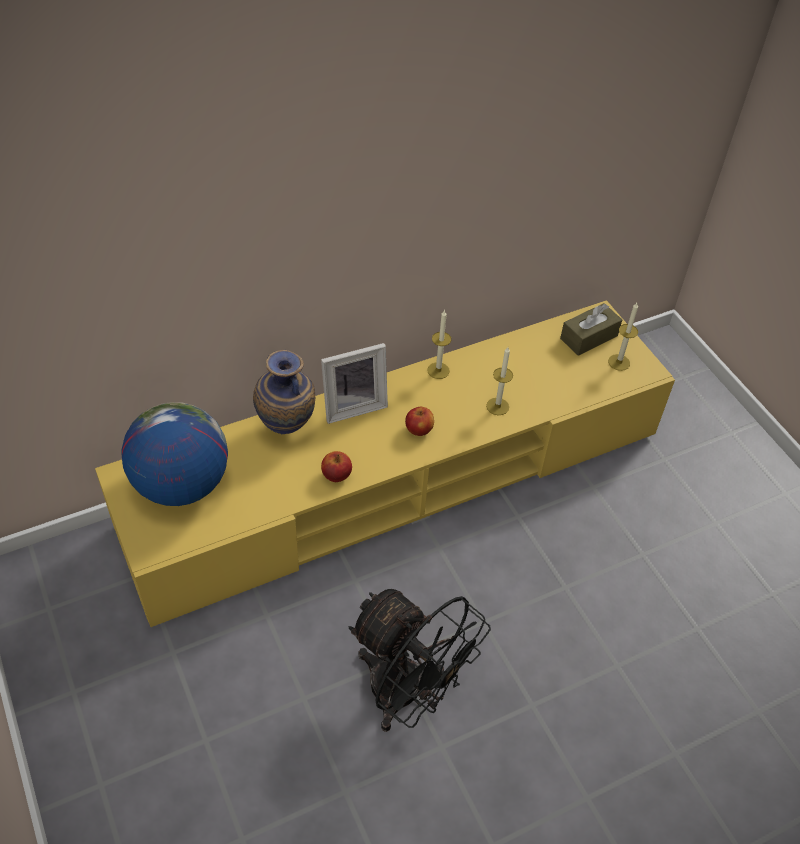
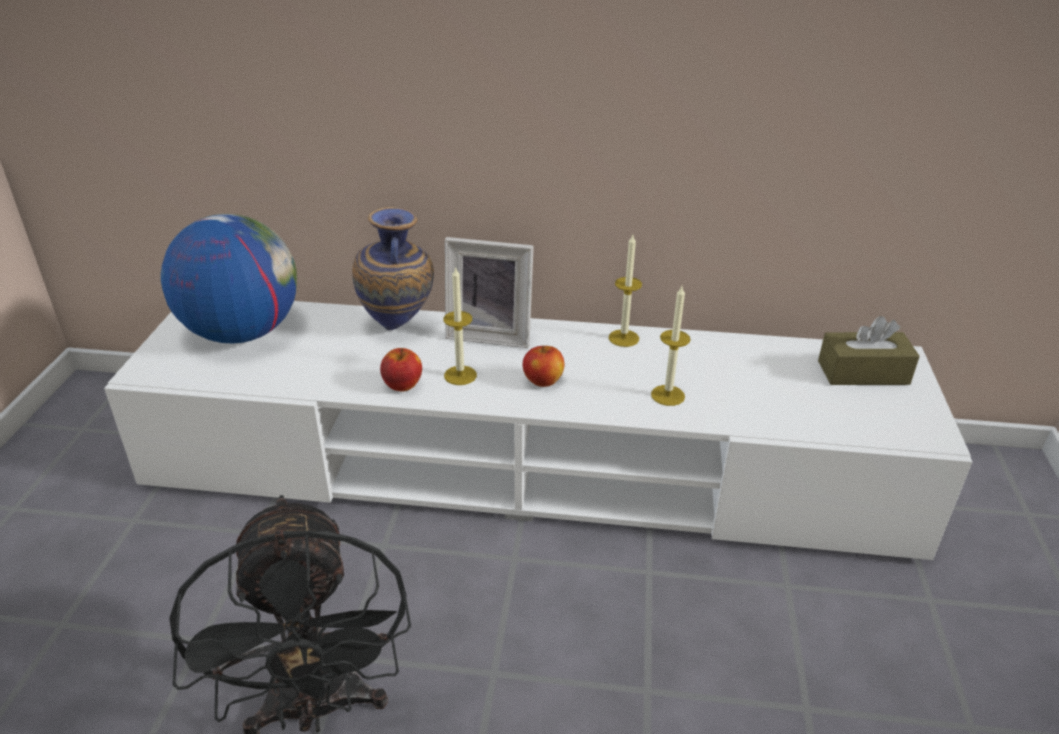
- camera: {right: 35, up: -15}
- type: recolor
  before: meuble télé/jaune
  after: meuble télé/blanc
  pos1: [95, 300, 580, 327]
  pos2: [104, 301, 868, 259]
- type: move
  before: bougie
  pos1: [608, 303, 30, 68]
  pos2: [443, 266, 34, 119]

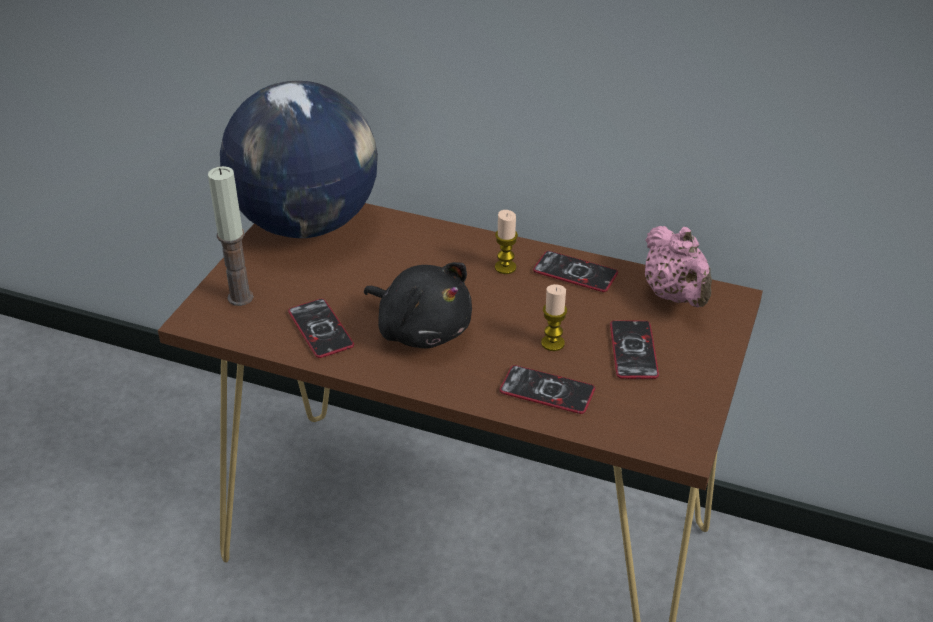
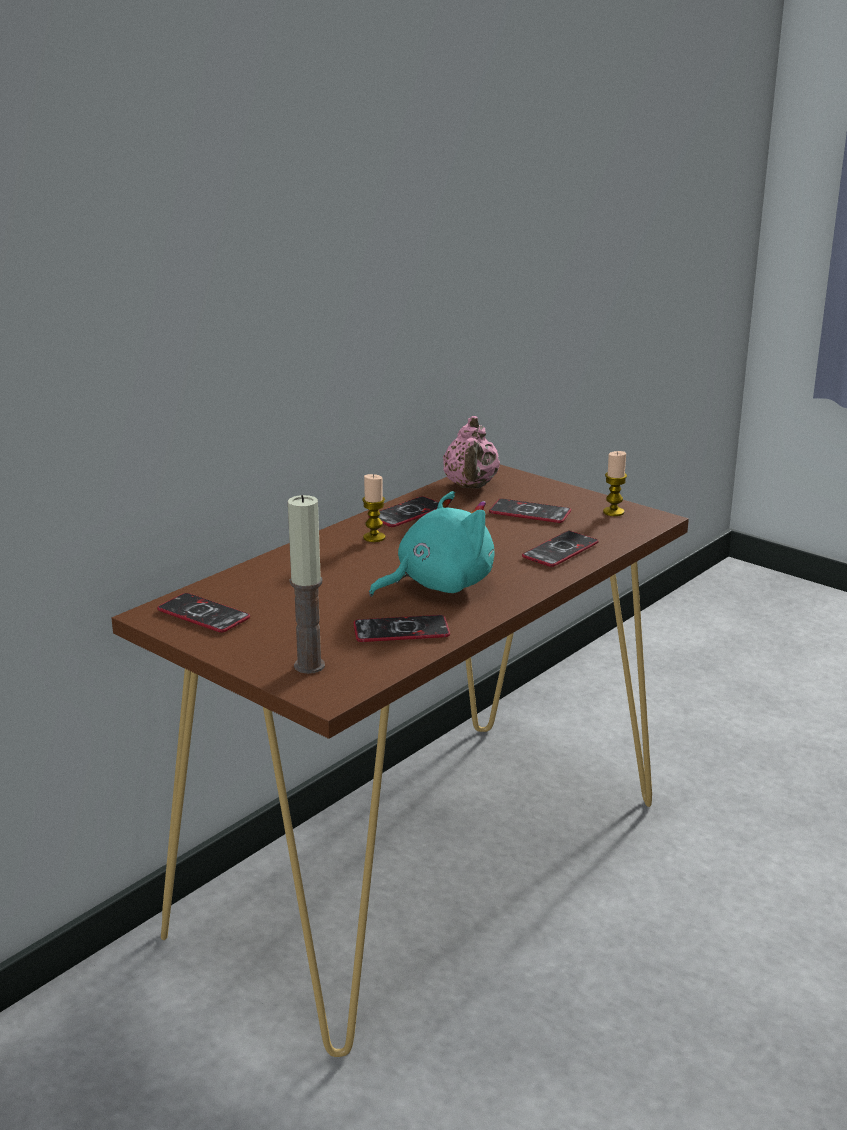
- camera: {right: -70, up: -15}
- type: replace
  before: globe
  after: téléphone
  pos1: [220, 81, 158, 157]
  pos2: [157, 593, 93, 40]
- type: rotate
  before: théière/rose
  pos1: [645, 226, 67, 81]
  pos2: [443, 416, 57, 72]
  turn: 90
- type: recolor
  before: peluche/noir
  after: peluche/turquoise
  pos1: [364, 262, 108, 87]
  pos2: [369, 491, 126, 106]
- type: move
  before: bougie
  pos1: [541, 284, 26, 67]
  pos2: [603, 451, 24, 65]

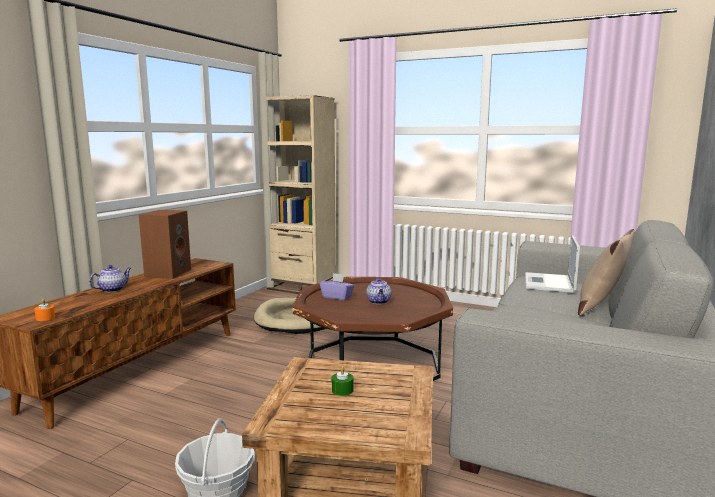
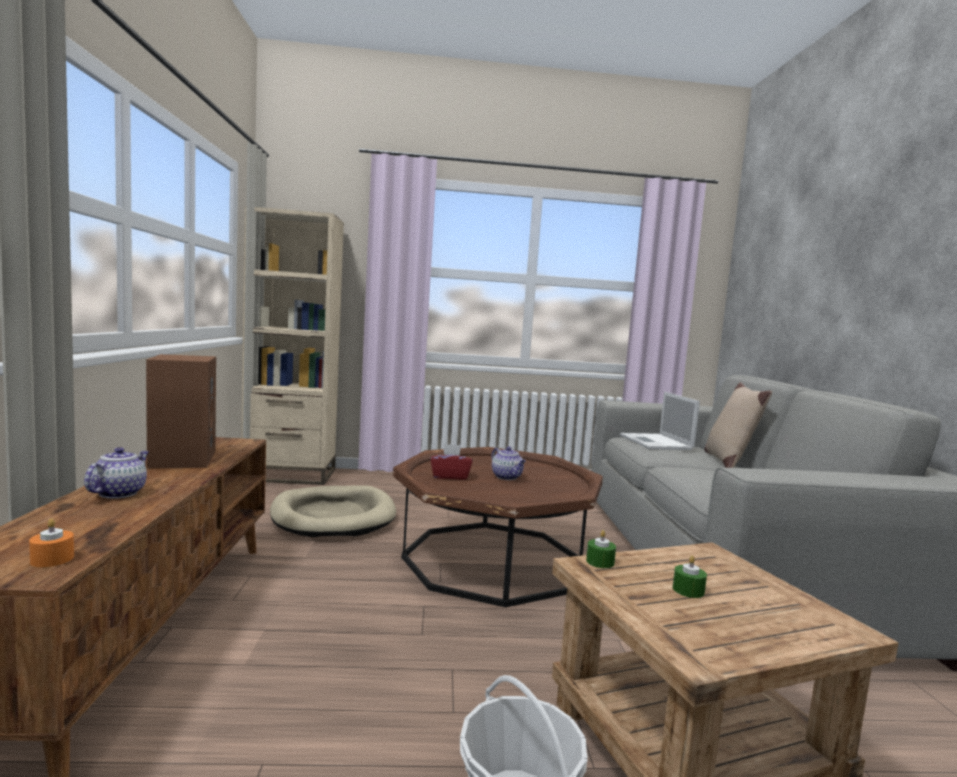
- camera: {right: -30, up: -5}
- type: recolor
  before: boîte à mouchoirs/violet
  after: boîte à mouchoirs/rouge
  pos1: [320, 273, 34, 28]
  pos2: [430, 444, 43, 36]
- type: insert
  after: bougie/vert
  pos2: [586, 530, 30, 38]

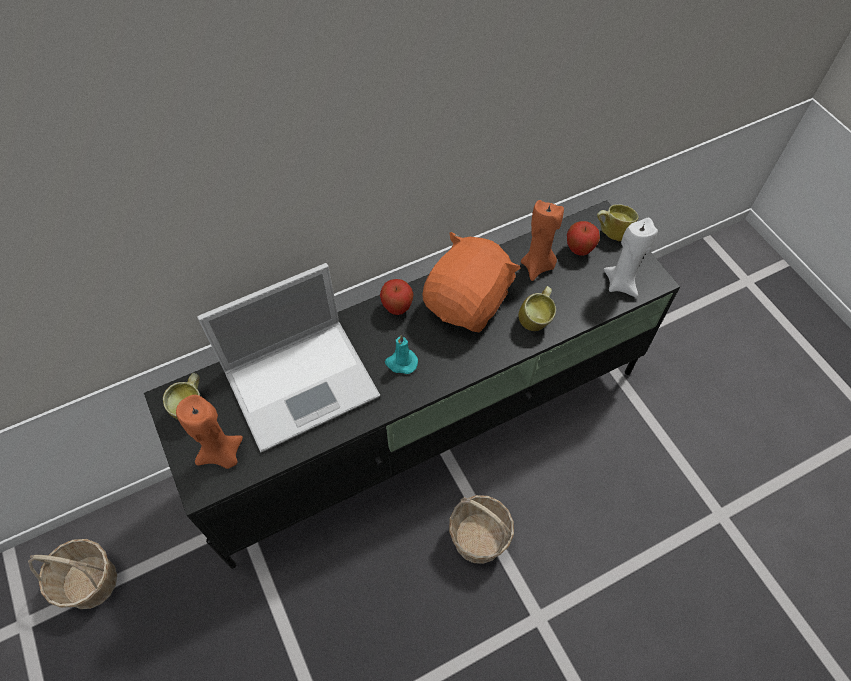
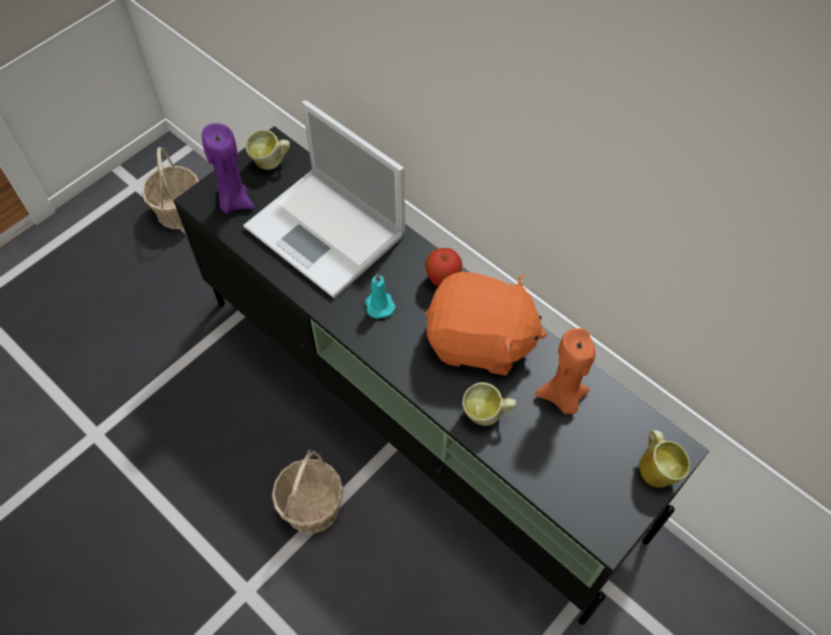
- camera: {right: 70, up: 0}
- type: delete
  before: bougie/blanc
  pos1: [604, 218, 54, 79]
- type: delete
  before: pomme
  pos1: [567, 221, 33, 35]
- type: recolor
  before: bougie/orange
  after: bougie/violet
  pos1: [176, 395, 67, 74]
  pos2: [202, 123, 52, 91]

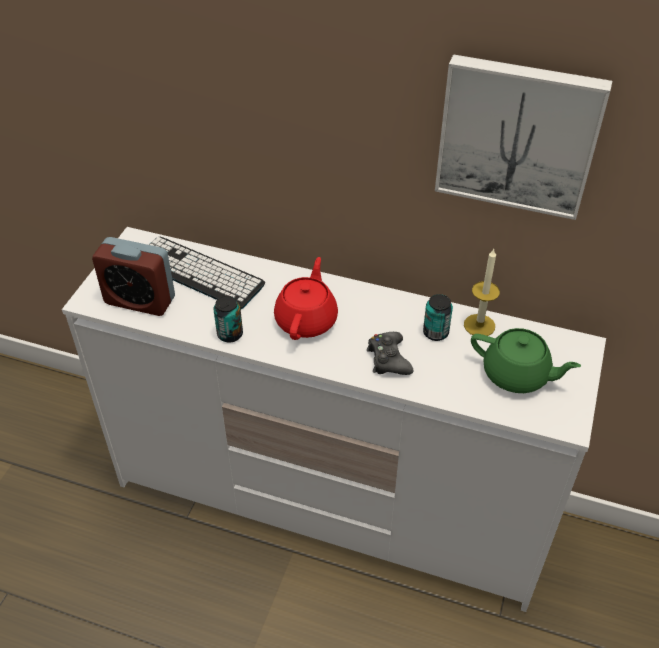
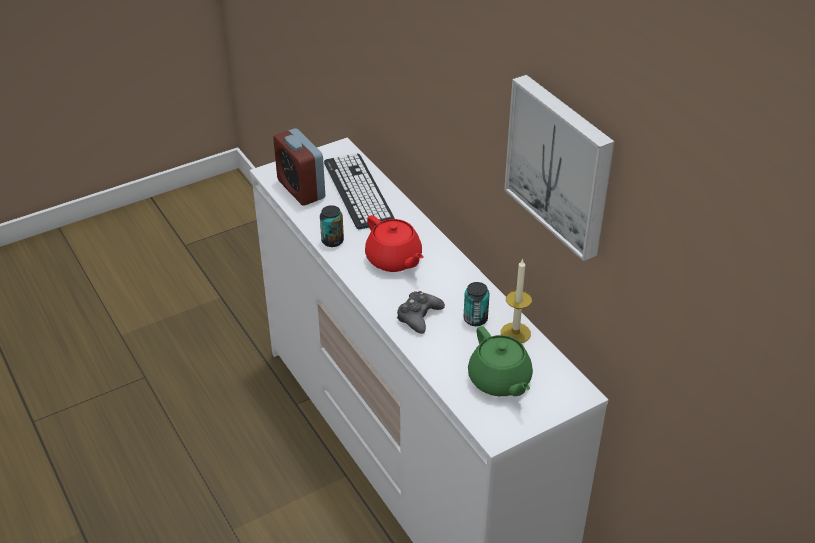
- camera: {right: 40, up: -5}
- type: rotate
  before: théière/rouge
  pos1: [274, 257, 64, 83]
  pos2: [365, 215, 59, 57]
  turn: 90

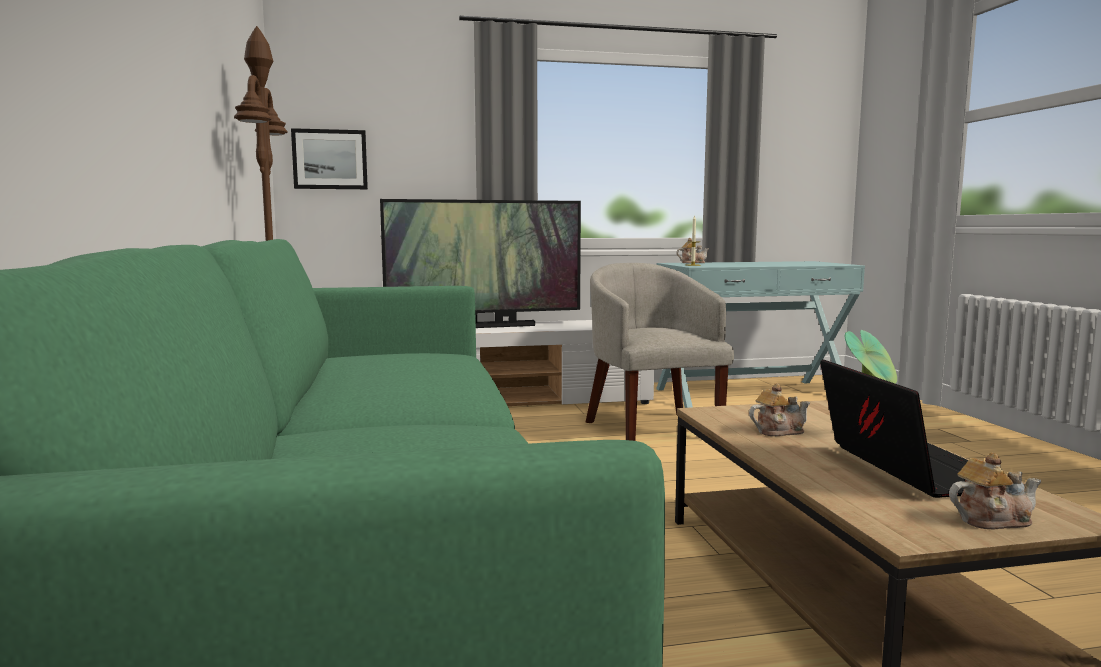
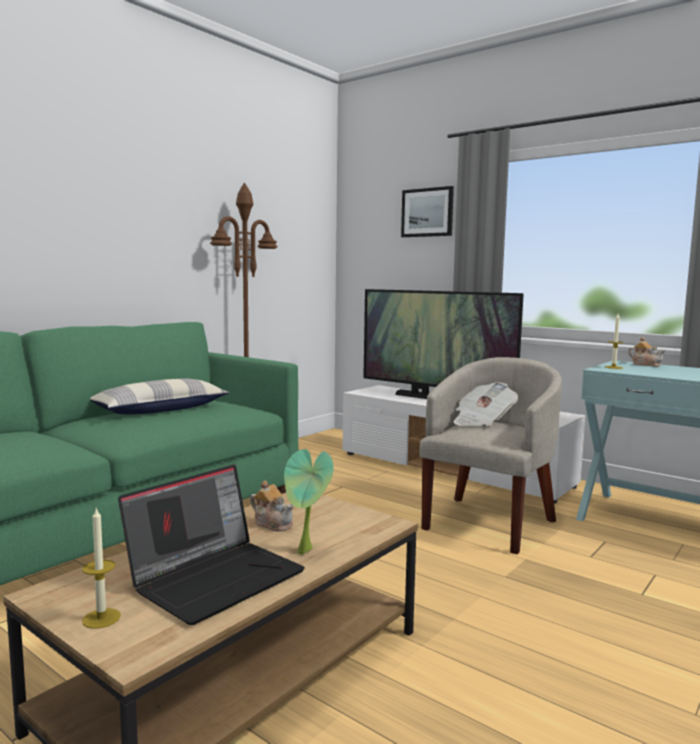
- camera: {right: 50, up: 0}
- type: move
  before: tableau
  pos1: [291, 128, 77, 61]
  pos2: [401, 186, 53, 51]
- type: replace
  before: théière
  after: bougie
  pos1: [949, 453, 92, 76]
  pos2: [82, 507, 39, 122]
- type: insert
  after: coussin
  pos2: [90, 379, 140, 36]
- type: insert
  after: journal
  pos2: [454, 382, 64, 44]

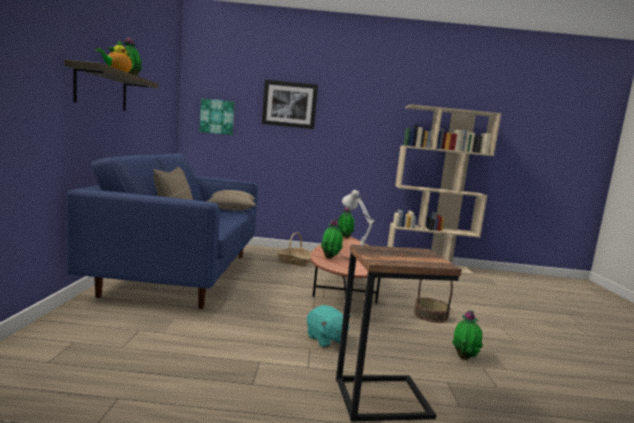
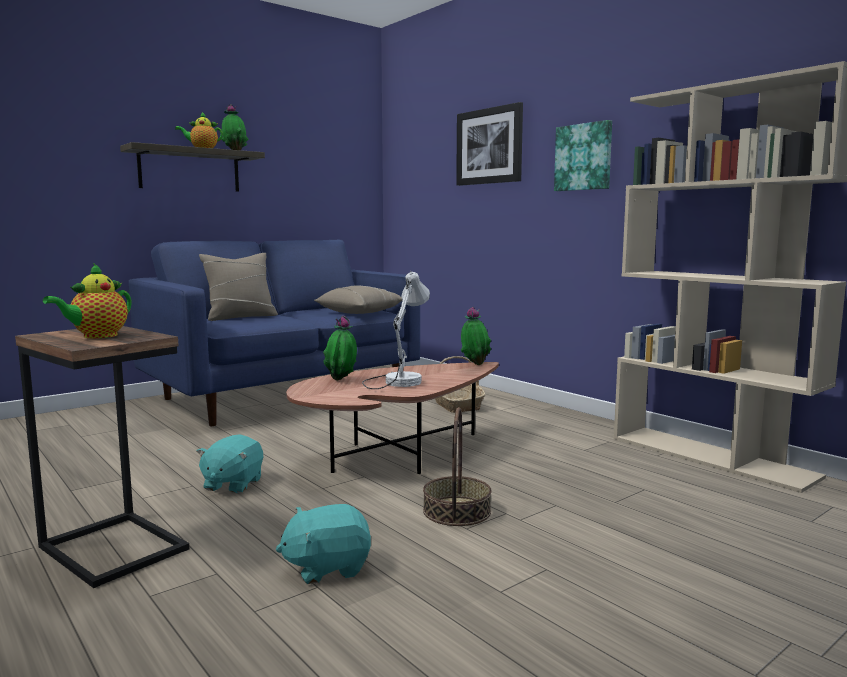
- camera: {right: 50, up: 0}
- type: move
  before: tableau
  pos1: [199, 98, 36, 37]
  pos2: [554, 120, 58, 71]
- type: replace
  before: plante en pot
  after: peluche/turquoise
  pos1: [452, 311, 31, 49]
  pos2: [276, 504, 95, 80]
- type: insert
  after: théière
  pos2: [43, 263, 88, 75]

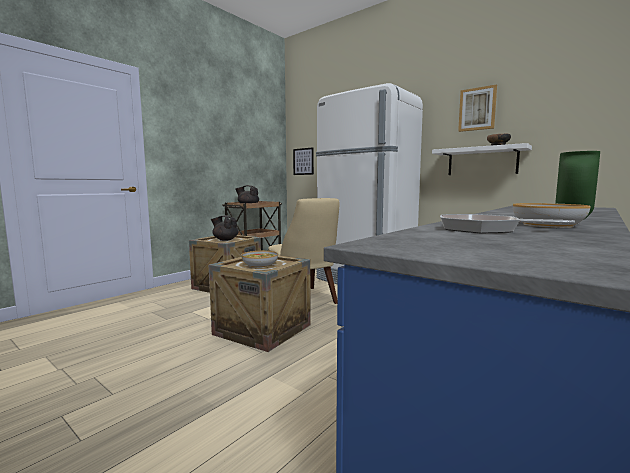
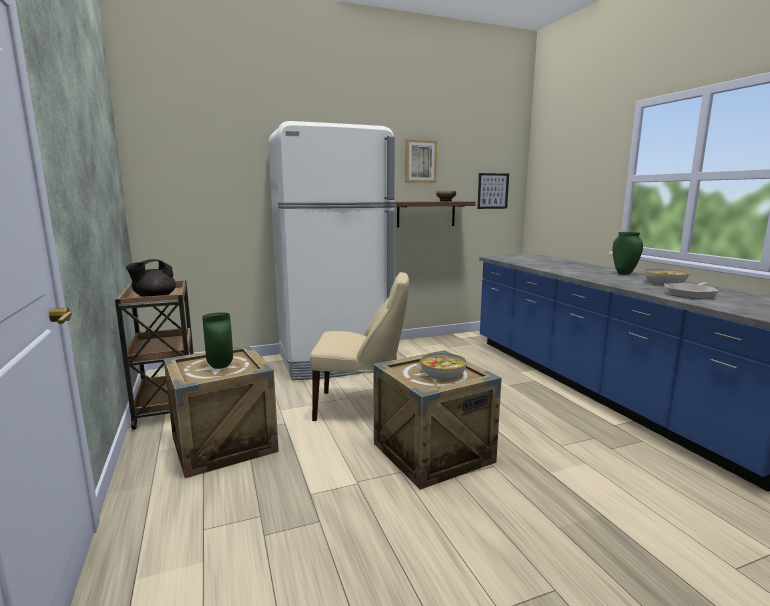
- camera: {right: -60, up: 5}
- type: recolor
  before: étagère/blanc
  after: étagère/marron
  pos1: [432, 143, 100, 32]
  pos2: [395, 201, 81, 26]
- type: move
  before: tableau
  pos1: [293, 147, 21, 28]
  pos2: [477, 173, 32, 36]
- type: replace
  before: théière/noir
  after: vase/vert
  pos1: [211, 215, 28, 26]
  pos2: [202, 312, 31, 57]

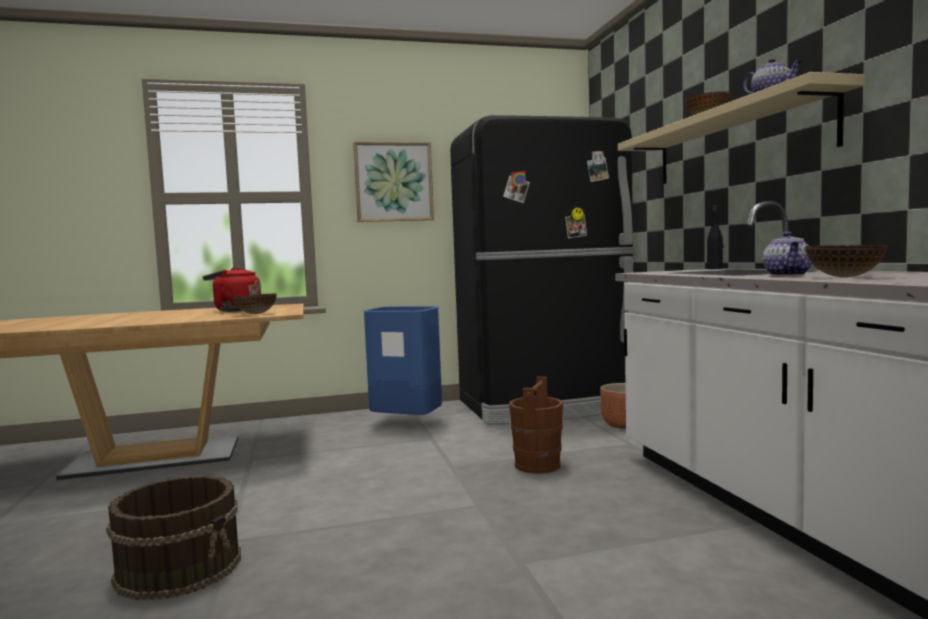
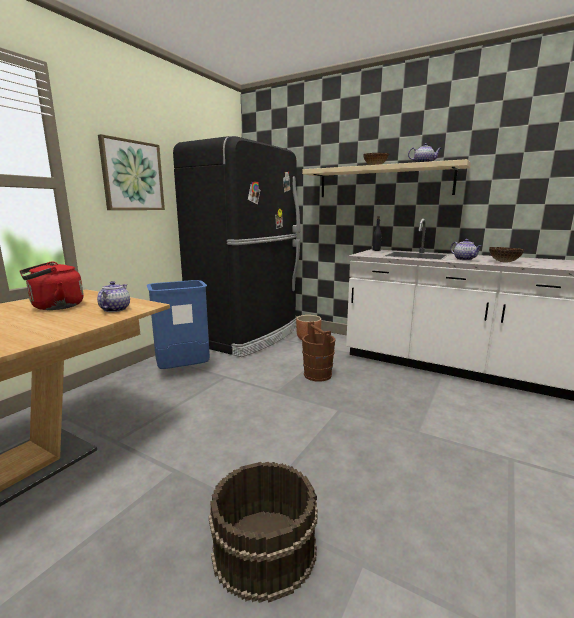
- camera: {right: -45, up: 10}
- type: replace
  before: bol
  after: théière
  pos1: [233, 293, 44, 21]
  pos2: [97, 281, 33, 31]

